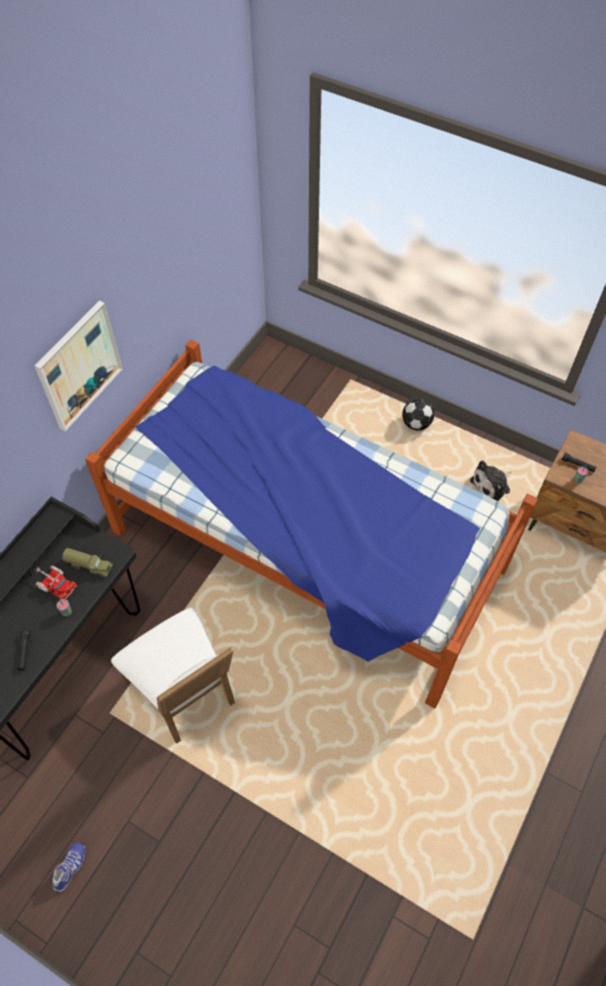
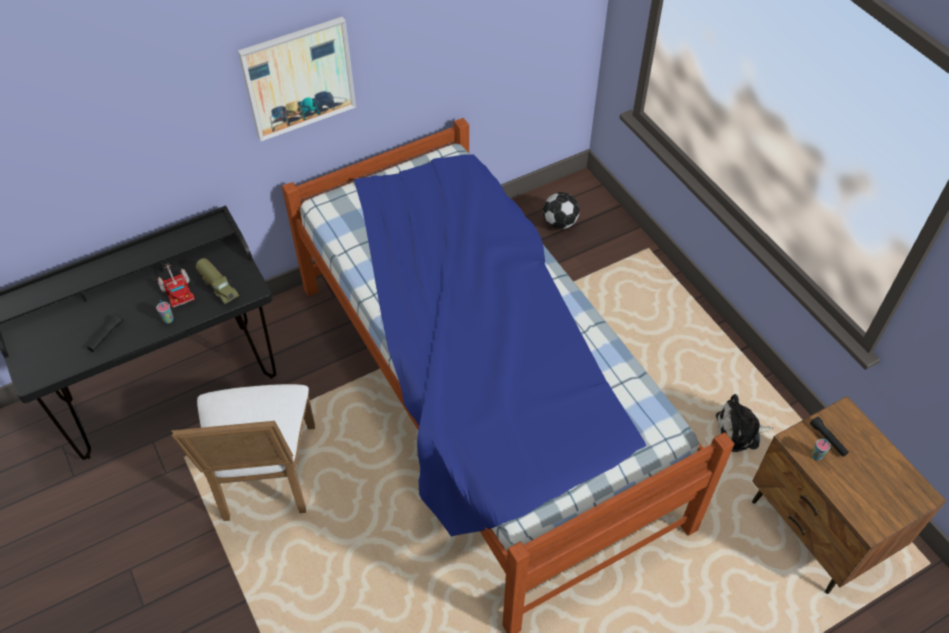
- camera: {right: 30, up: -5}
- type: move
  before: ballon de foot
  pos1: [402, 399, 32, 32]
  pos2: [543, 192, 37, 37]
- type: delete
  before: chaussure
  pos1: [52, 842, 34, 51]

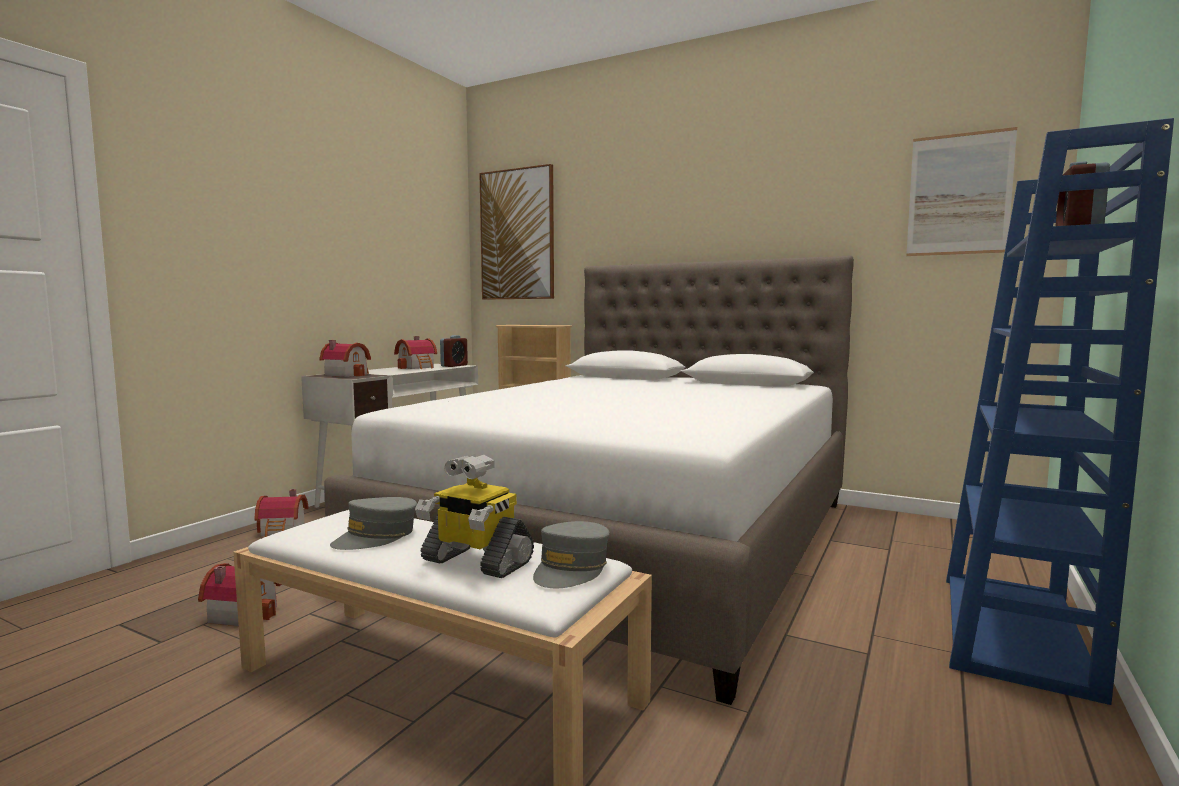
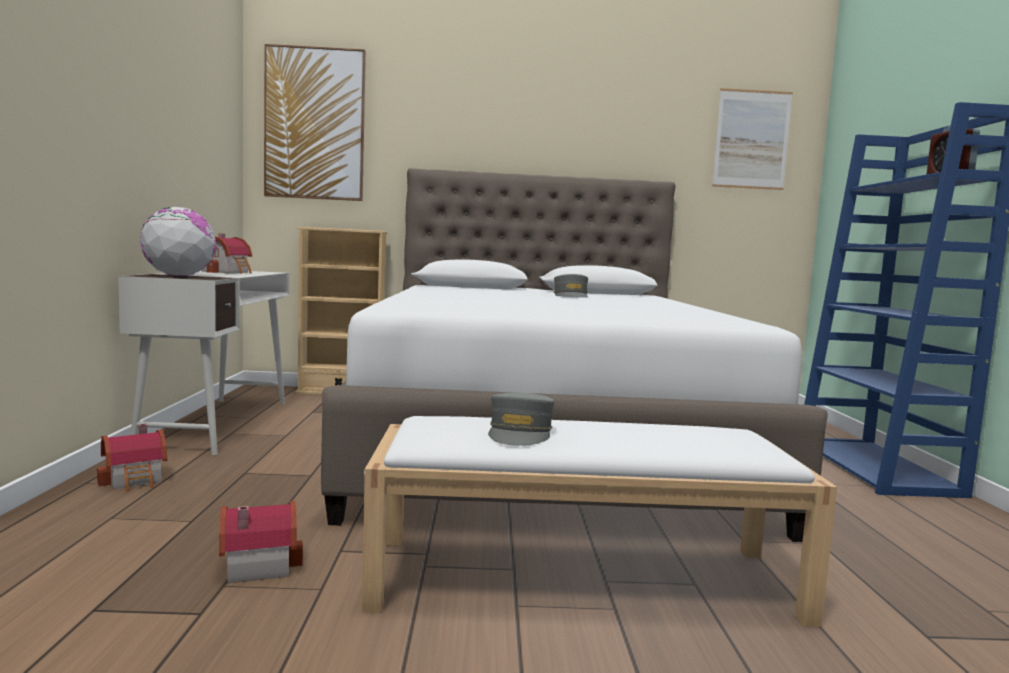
- camera: {right: -30, up: 0}
- type: delete
  before: réveil
  pos1: [440, 335, 28, 32]
- type: replace
  before: maison miniature
  after: globe
  pos1: [319, 340, 52, 37]
  pos2: [140, 207, 76, 69]
- type: delete
  before: robot jouet
  pos1: [415, 454, 119, 124]
- type: move
  before: casquette/gris
  pos1: [533, 521, 77, 67]
  pos2: [554, 274, 34, 24]

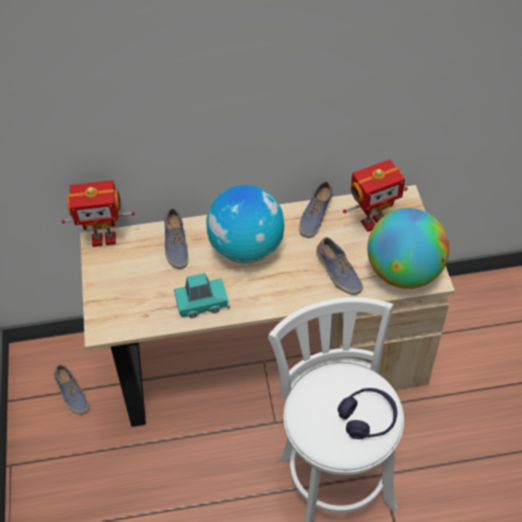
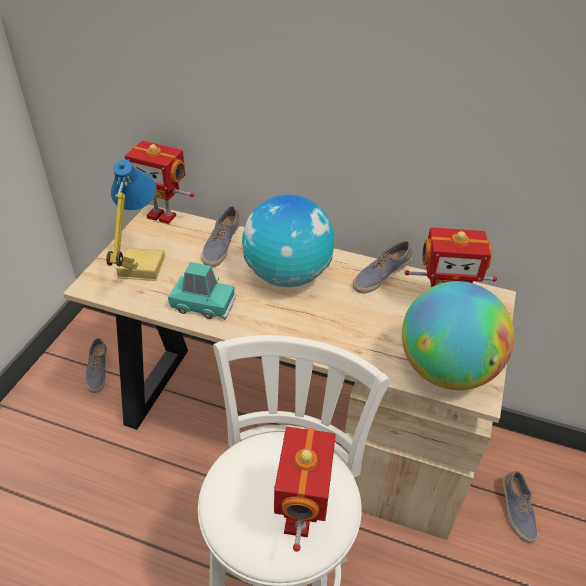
- camera: {right: 25, up: -10}
- type: move
  before: chaussure
  pos1: [316, 237, 47, 58]
  pos2: [503, 471, 35, 72]
- type: replace
  before: casque audio/violet
  after: robot jouet
  pos1: [338, 388, 59, 51]
  pos2: [274, 427, 62, 125]
- type: insert
  after: lampe de table
  pos2: [106, 159, 59, 122]

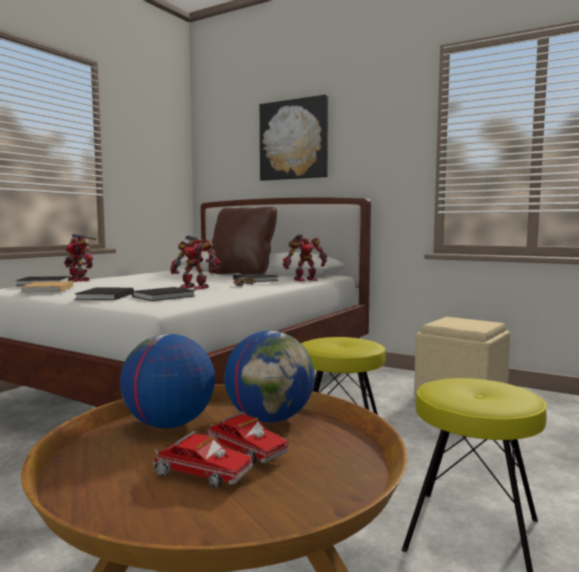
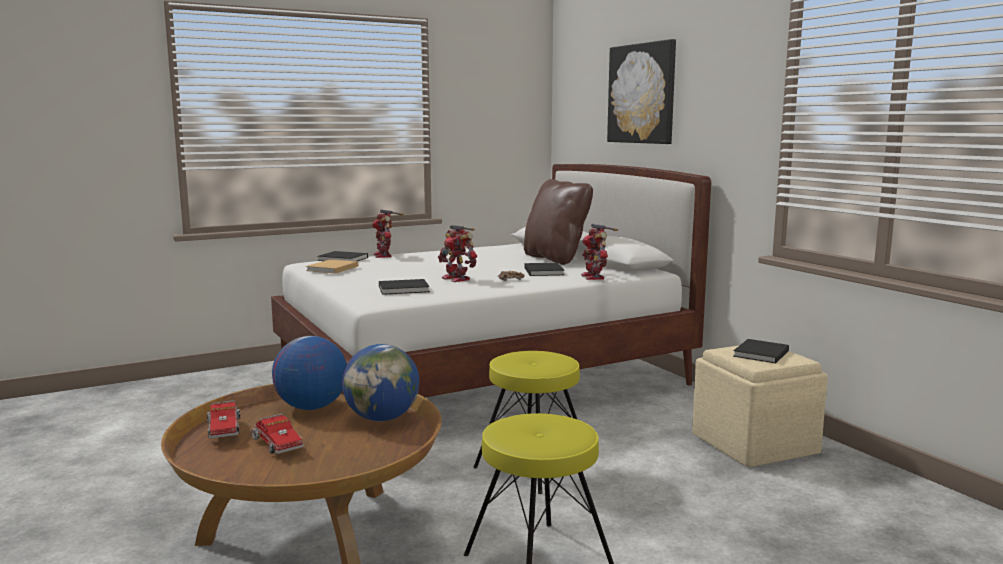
- camera: {right: 30, up: 5}
- type: rotate
  before: robot jouet
  pos1: [283, 234, 44, 47]
  pos2: [581, 224, 37, 56]
  turn: 75
- type: move
  before: livre/noir
  pos1: [74, 287, 60, 13]
  pos2: [733, 339, 56, 24]
- type: move
  before: camion jouet
  pos1: [206, 412, 83, 51]
  pos2: [207, 400, 33, 38]

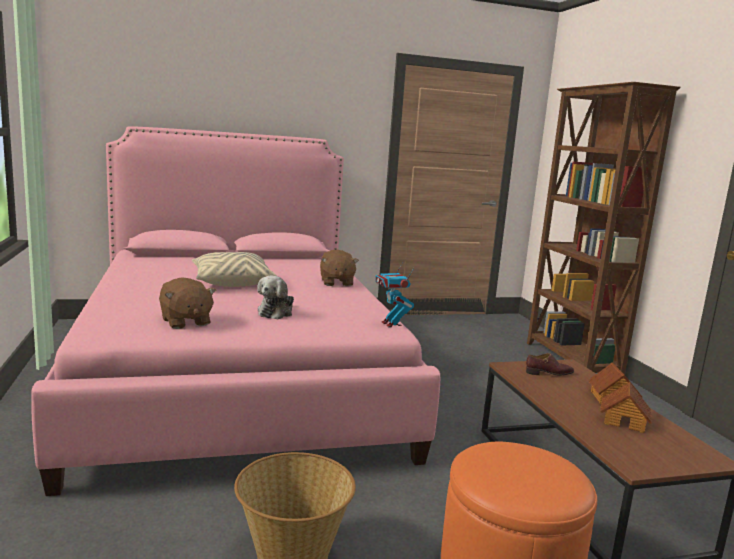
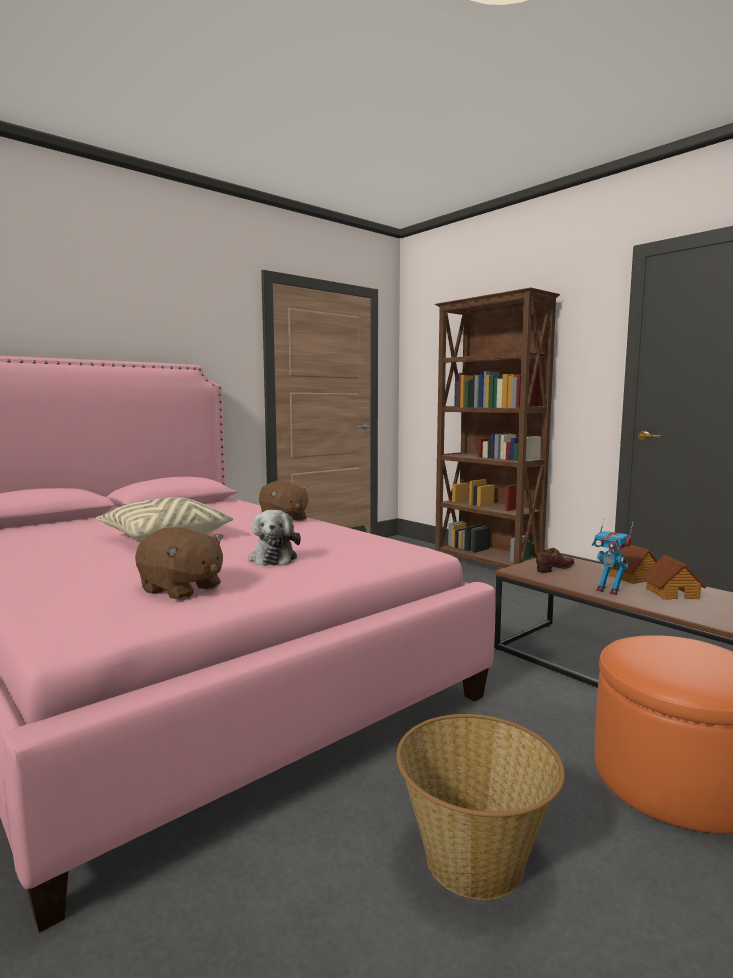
- camera: {right: -25, up: -5}
- type: move
  before: robot jouet
  pos1: [376, 262, 38, 65]
  pos2: [592, 519, 41, 76]

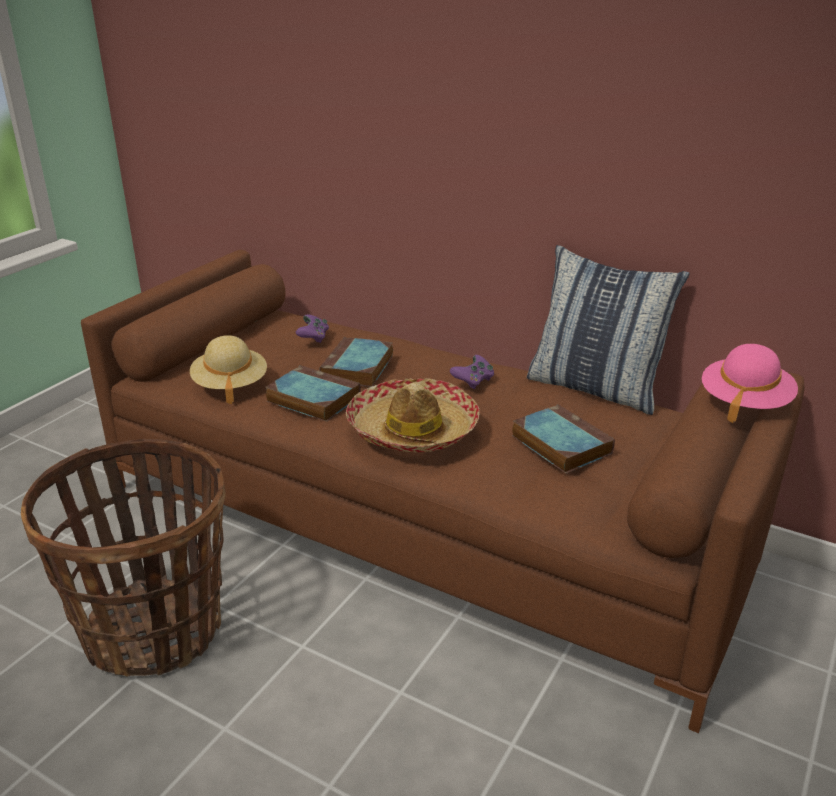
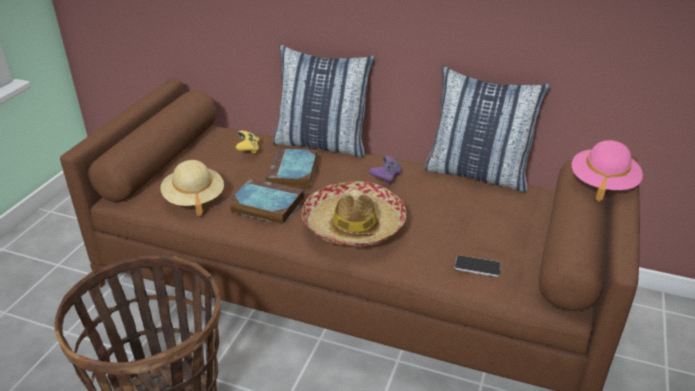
- camera: {right: -10, up: 5}
- type: recolor
  before: manette/violet
  after: manette/jaune
  pos1: [296, 315, 33, 28]
  pos2: [236, 131, 24, 23]
- type: delete
  before: livre
  pos1: [512, 404, 103, 70]
- type: insert
  after: coussin
  pos2: [273, 45, 102, 113]
- type: insert
  after: téléphone
  pos2: [454, 255, 47, 22]

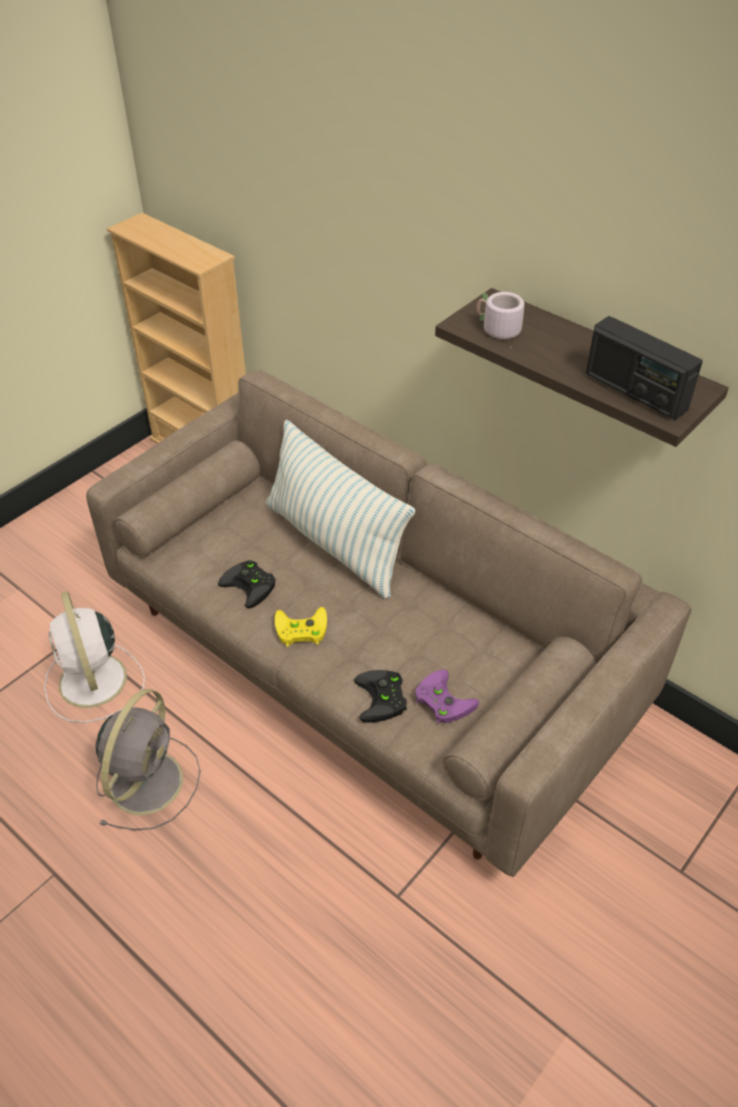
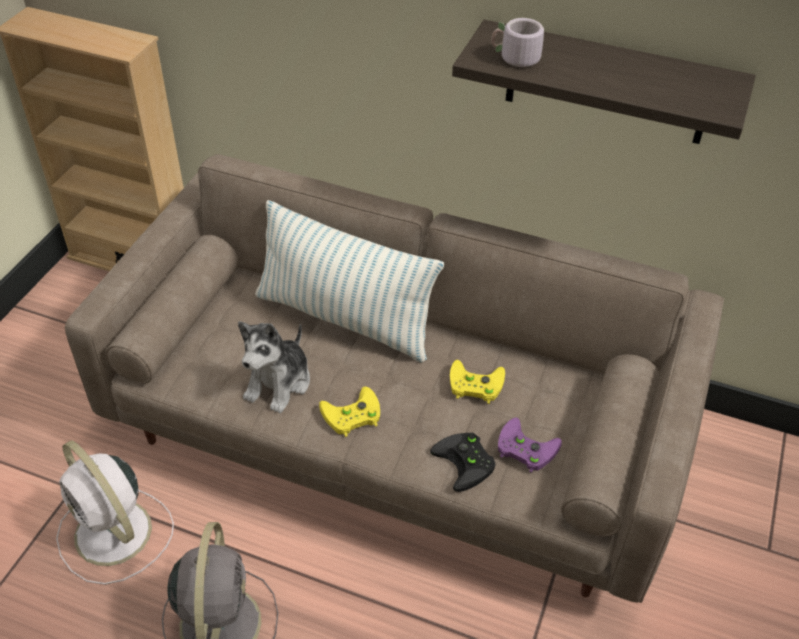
- camera: {right: -20, up: 0}
- type: delete
  before: radio
  pos1: [586, 316, 117, 104]
- type: replace
  before: manette/noir
  after: peluche
  pos1: [218, 560, 58, 48]
  pos2: [238, 322, 72, 91]
- type: insert
  after: manette/jaune
  pos2: [450, 360, 55, 44]

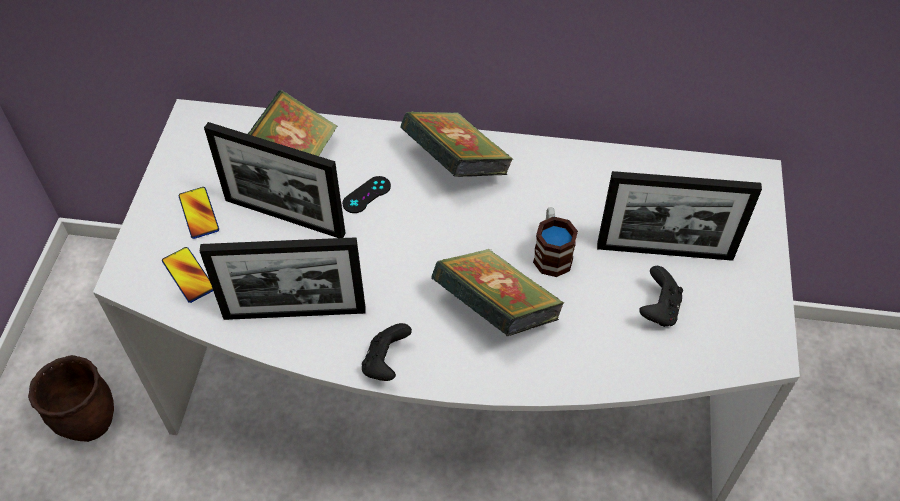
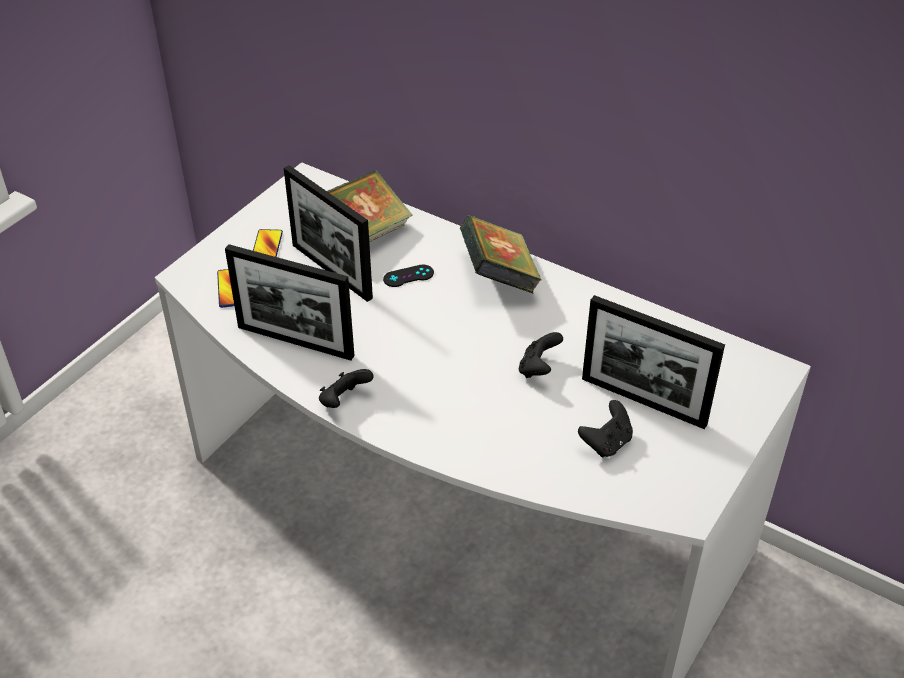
- camera: {right: 25, up: -10}
- type: replace
  before: mug
  after: manette/noir
  pos1: [533, 207, 45, 70]
  pos2: [519, 332, 44, 46]
- type: delete
  before: livre
  pos1: [431, 249, 133, 87]
- type: delete
  before: cache-pot/marron
  pos1: [28, 355, 86, 87]

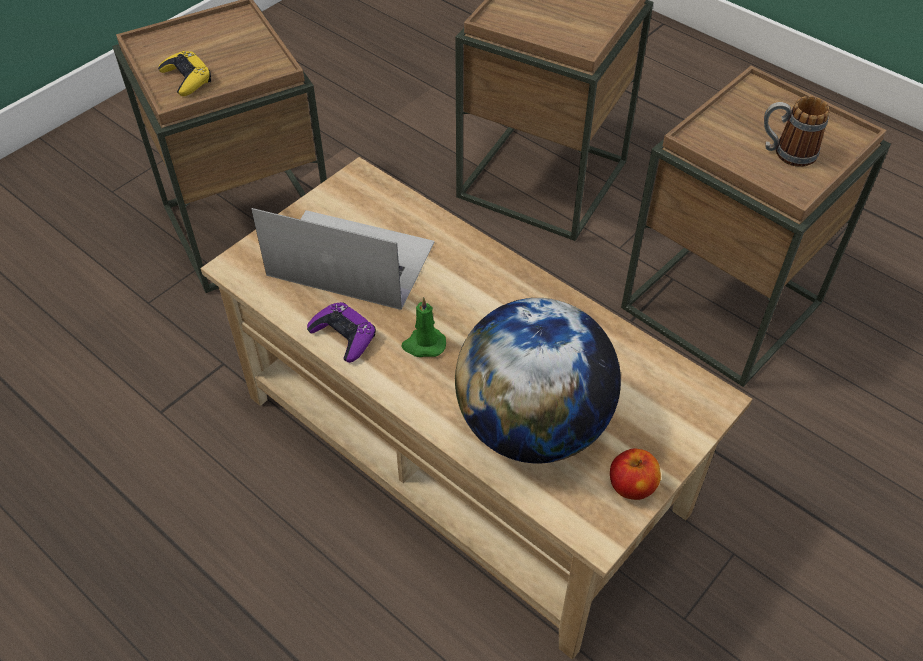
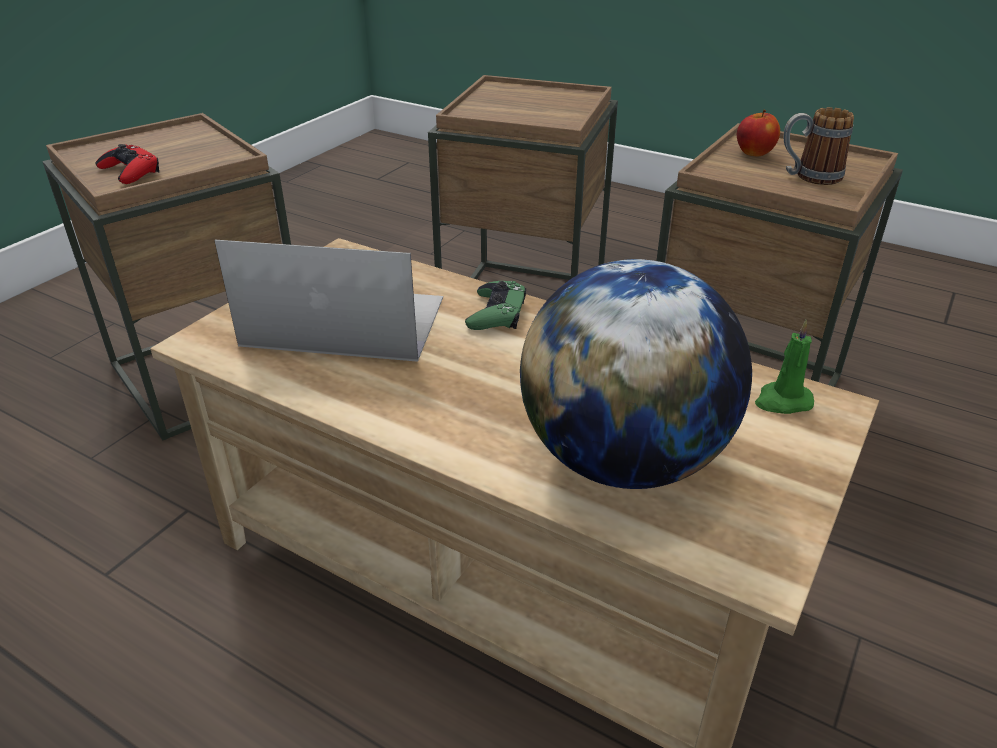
- camera: {right: -10, up: -15}
- type: recolor
  before: manette/jaune
  after: manette/rouge
  pos1: [158, 51, 53, 45]
  pos2: [95, 144, 64, 40]
- type: move
  before: bougie/vert
  pos1: [401, 297, 45, 60]
  pos2: [755, 320, 59, 94]
- type: delete
  before: manette/violet
  pos1: [307, 302, 69, 61]
- type: move
  before: pomme
  pos1: [610, 449, 51, 51]
  pos2: [737, 110, 43, 46]
- type: insert
  after: manette/vert
  pos2: [465, 281, 61, 49]

